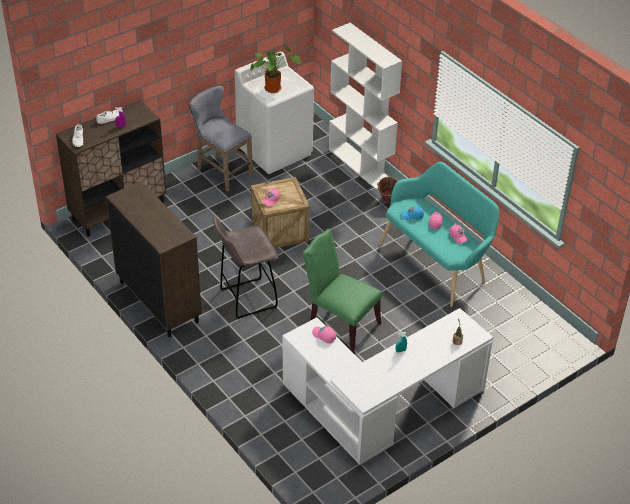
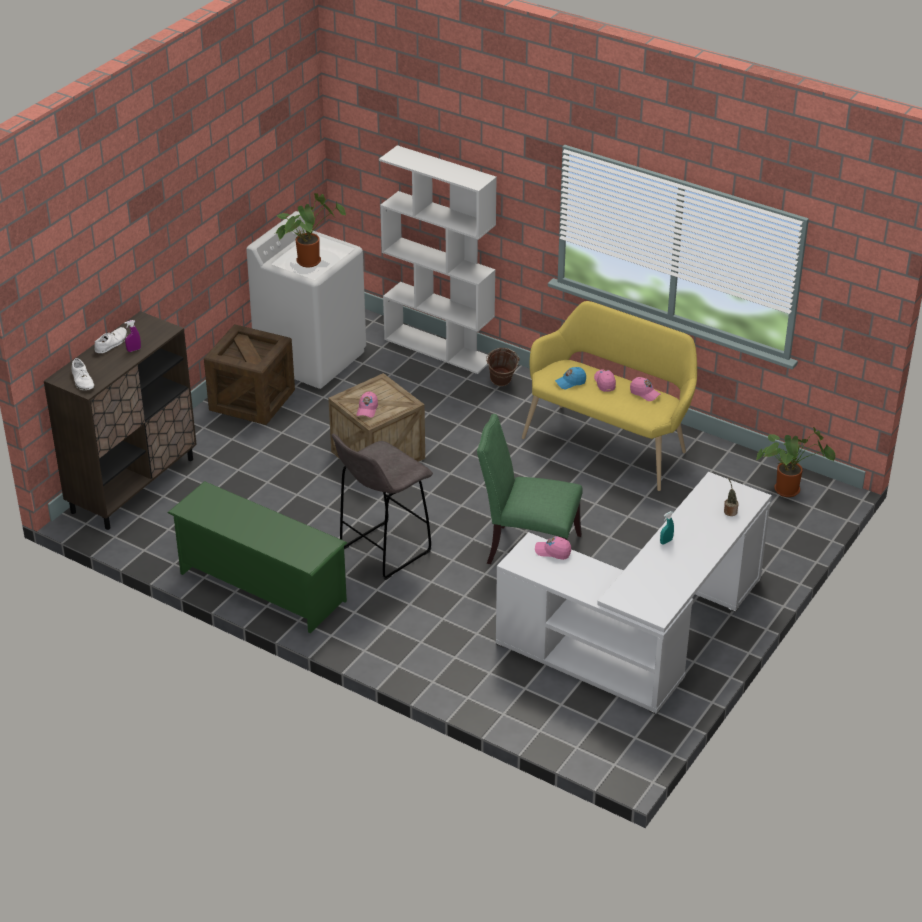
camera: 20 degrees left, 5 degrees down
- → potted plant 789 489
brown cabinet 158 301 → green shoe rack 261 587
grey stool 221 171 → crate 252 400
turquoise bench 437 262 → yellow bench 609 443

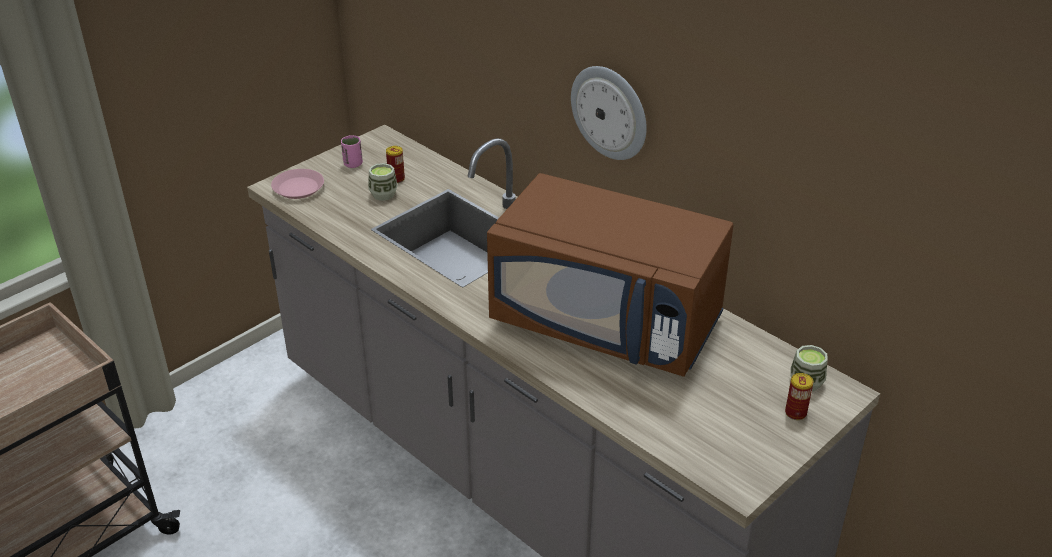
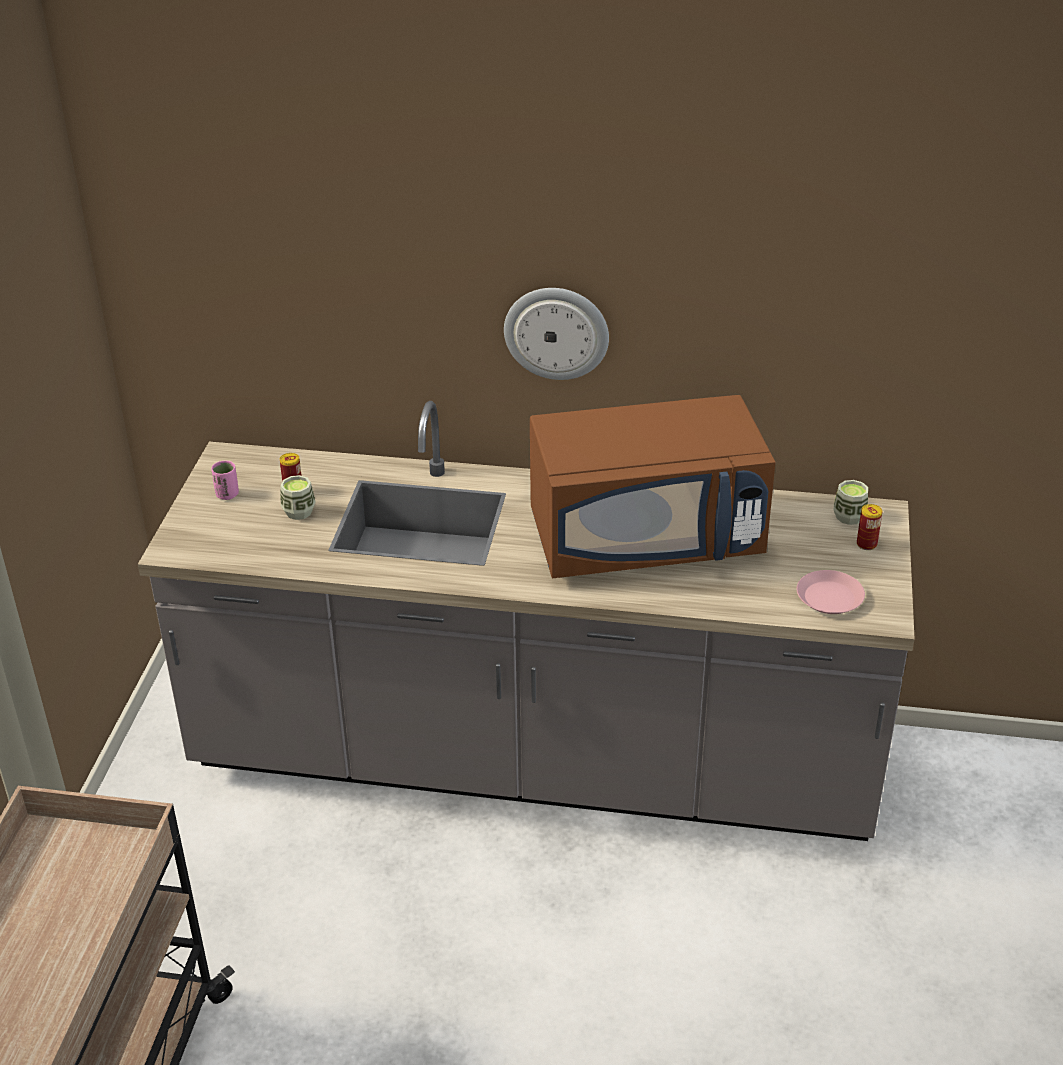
camera: 35 degrees left, 0 degrees up
pink plate 298 188 → pink plate 829 597, shifted

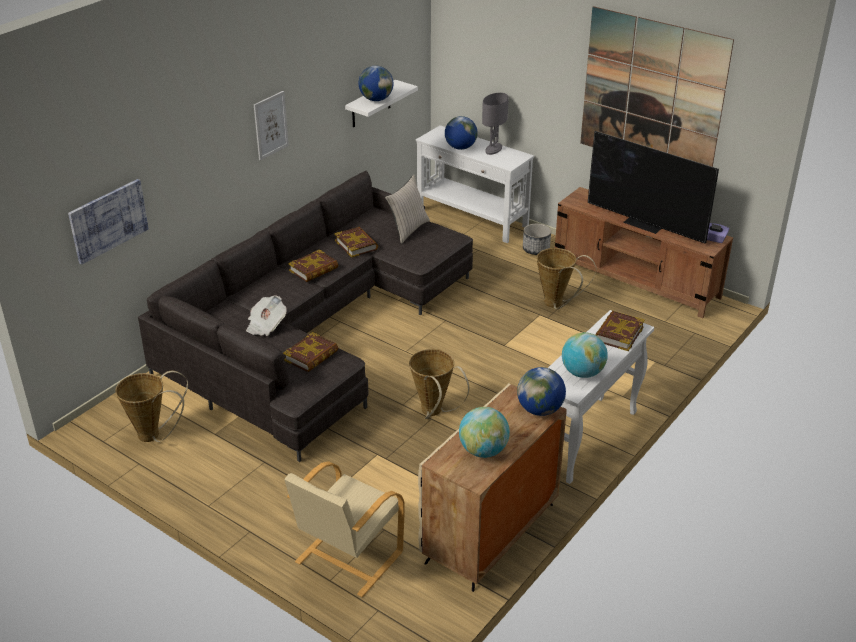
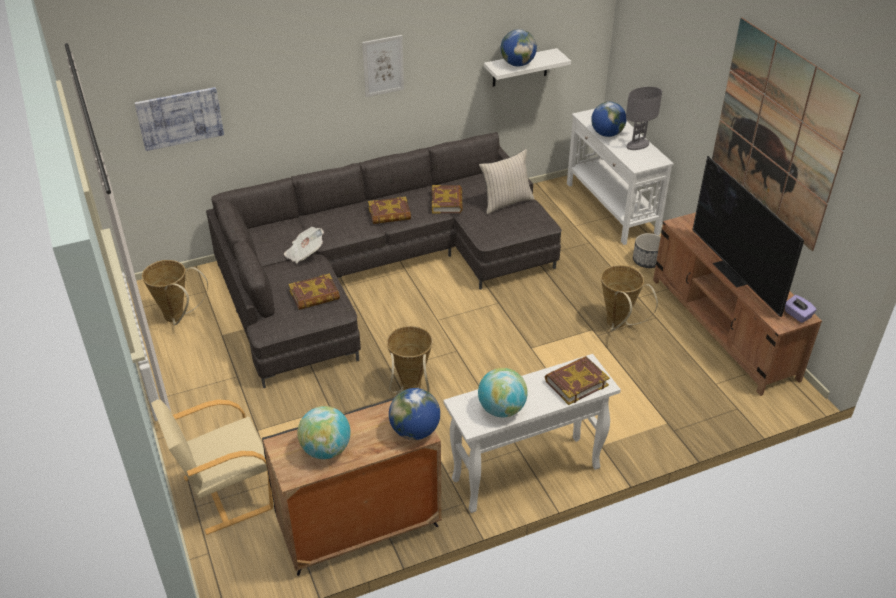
camera: 30 degrees right, 5 degrees up
beige cabinet 490 534 → black cabinet 358 528

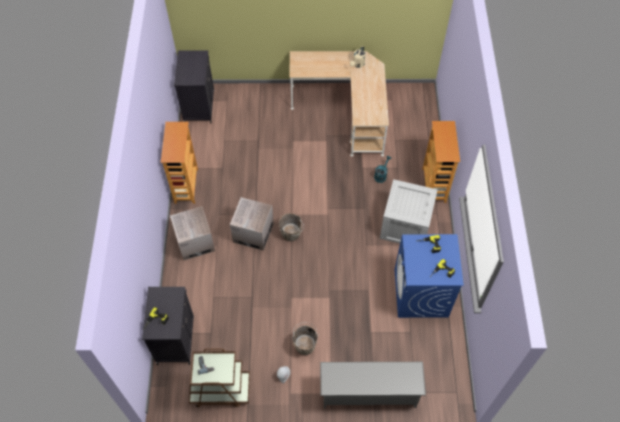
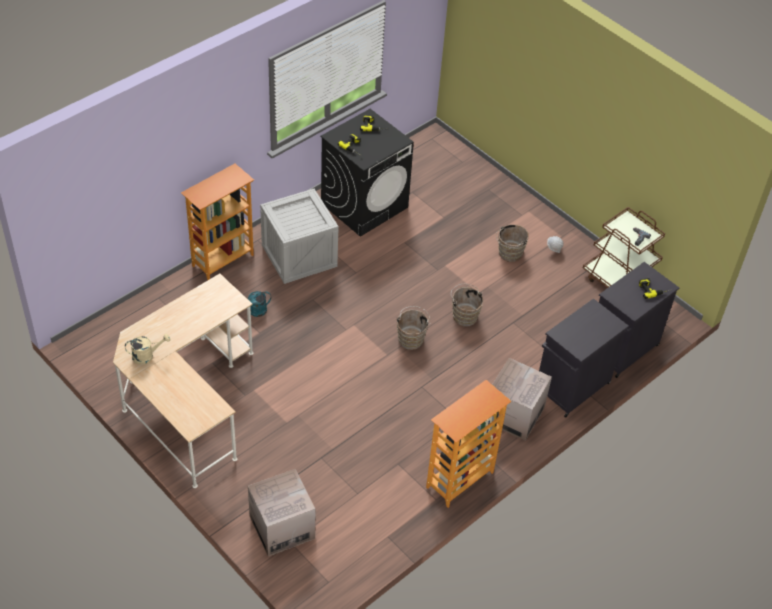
camera: 135 degrees left, 10 degrees down
grey shoe rack 369 392 → -
- → brown bucket 464 315
black cabinet 199 106 → black cabinet 571 388, shifted
cardboard box 253 233 → cardboard box 282 527, shifted
blue washing machine 421 293 → black washing machine 364 205

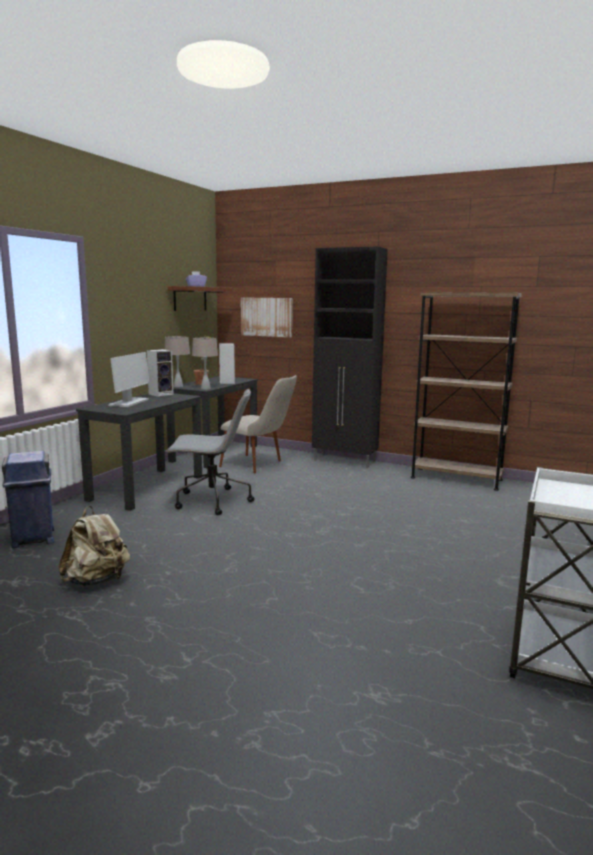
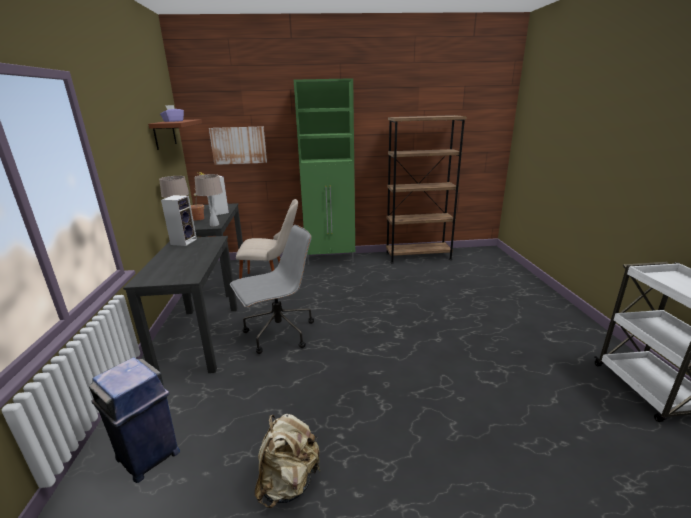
camera: 30 degrees left, 10 degrees up
monitor 129 402 → -
black cabinet 345 461 → green cabinet 331 259

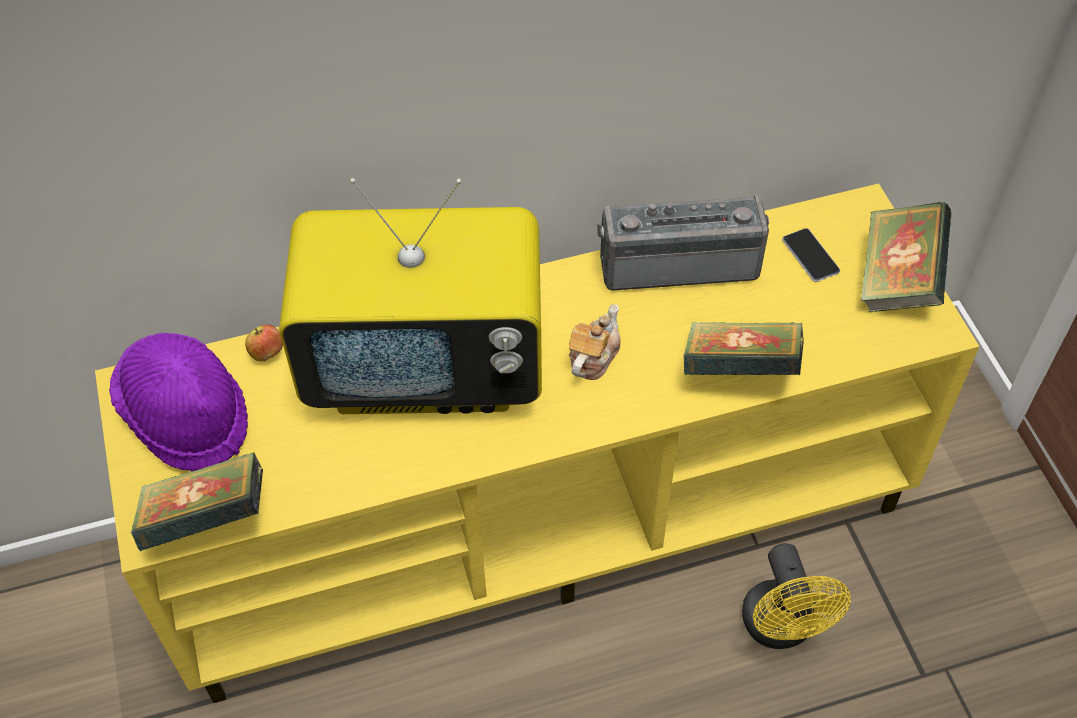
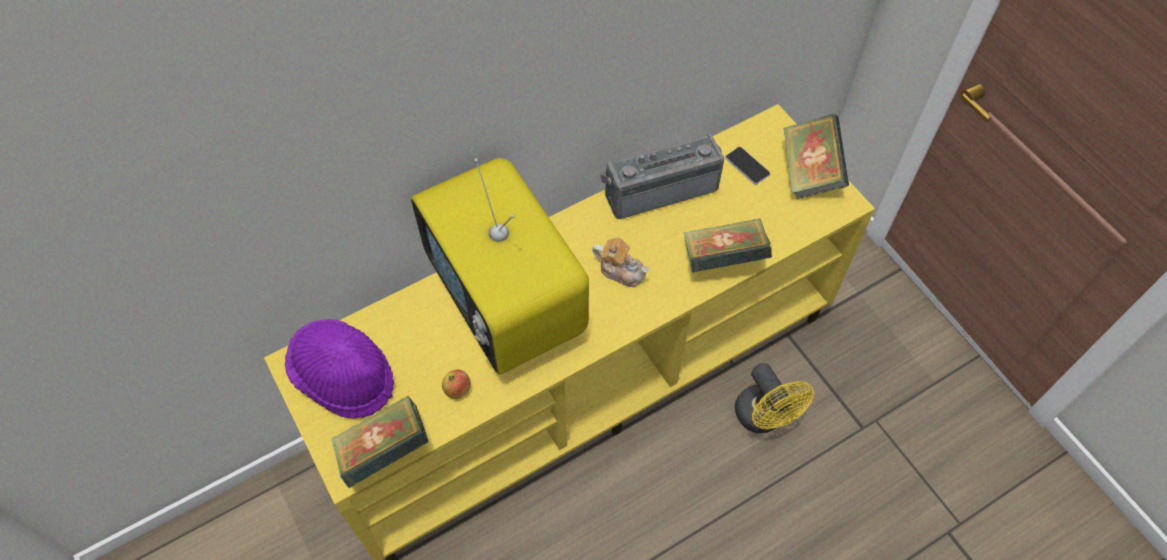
camera: 15 degrees left, 5 degrees up
apple 267 353 → apple 457 389, shifted
television 428 368 → television 508 303, 75 degrees clockwise
teapot 592 357 → teapot 621 270, 105 degrees clockwise

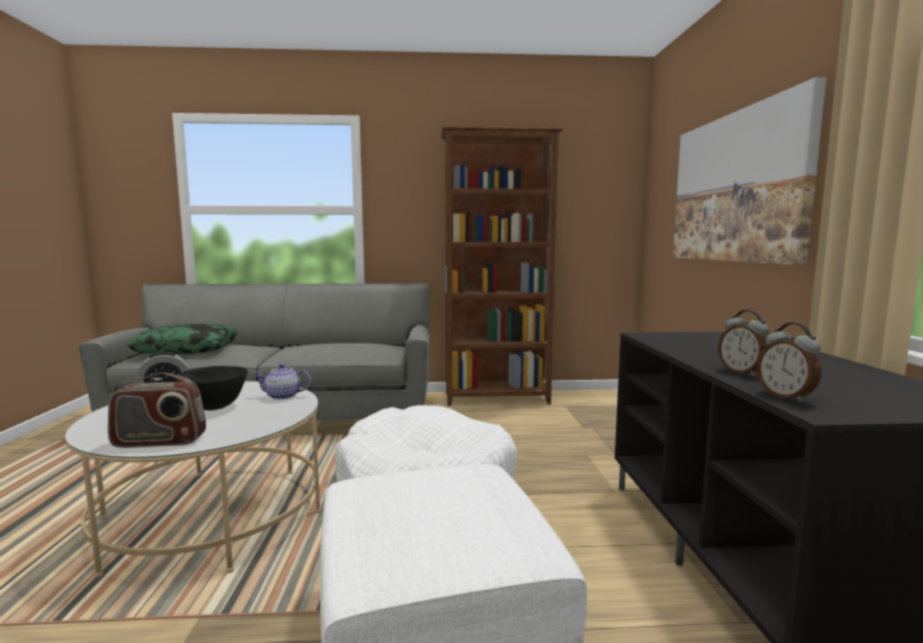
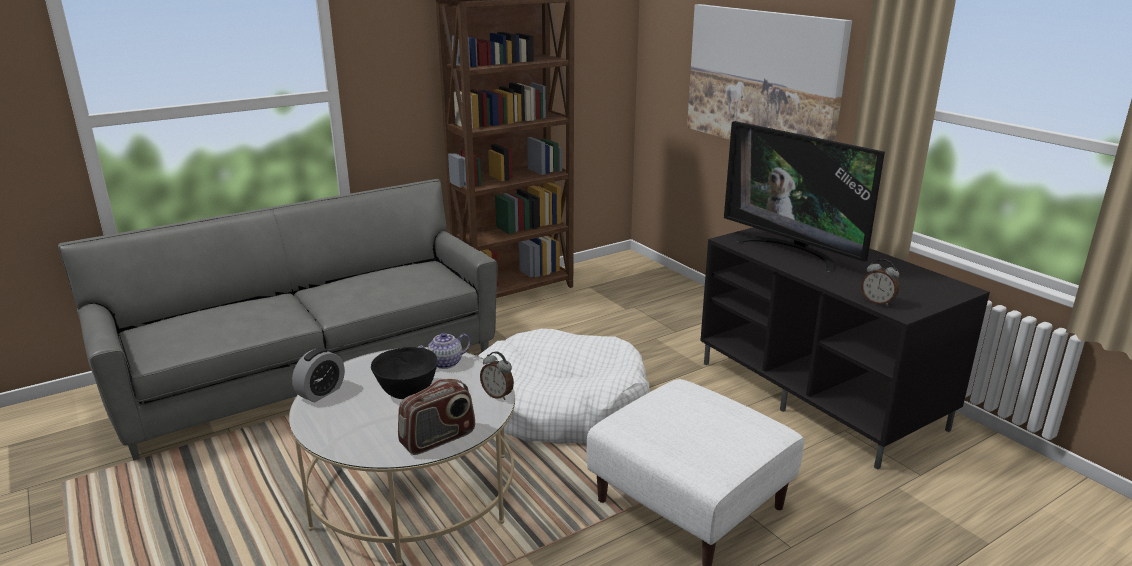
camera: 30 degrees left, 15 degrees up
pillow 187 349 → -
- → television 793 251
alarm clock 742 372 → alarm clock 498 395, shifted

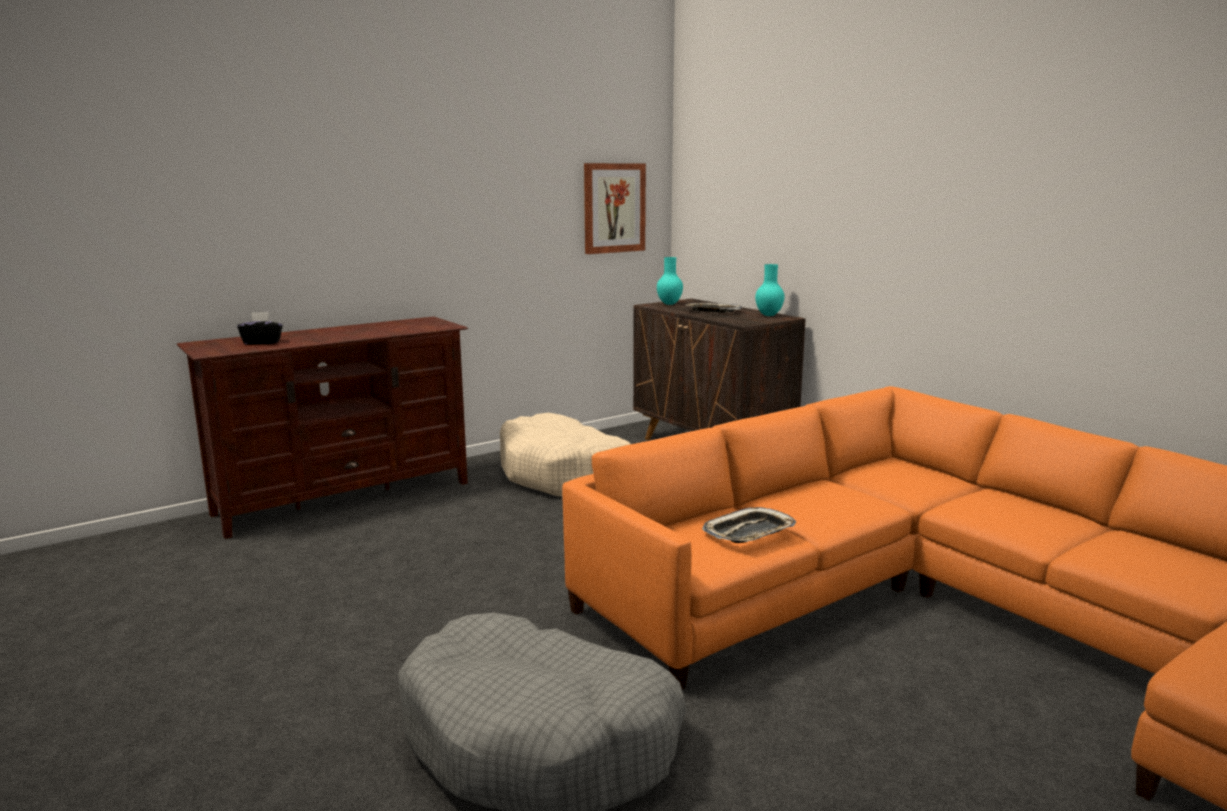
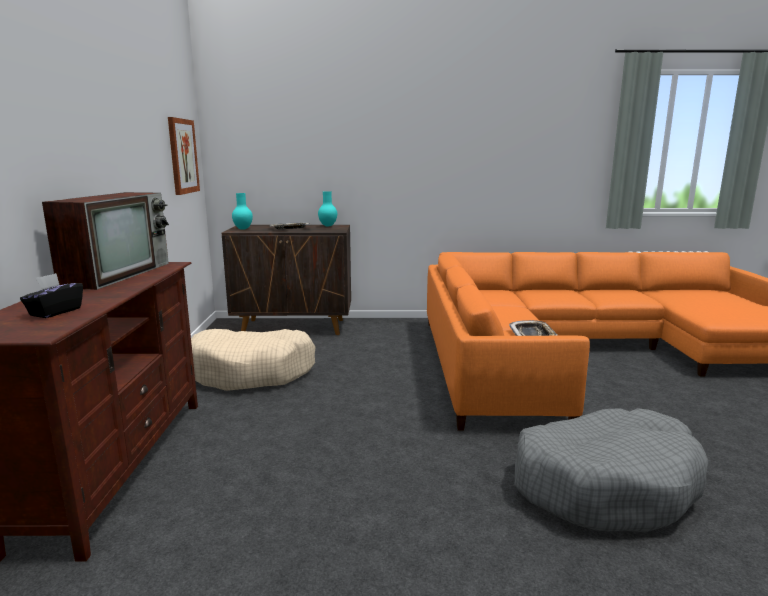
camera: 55 degrees left, 0 degrees up
- → television 118 274

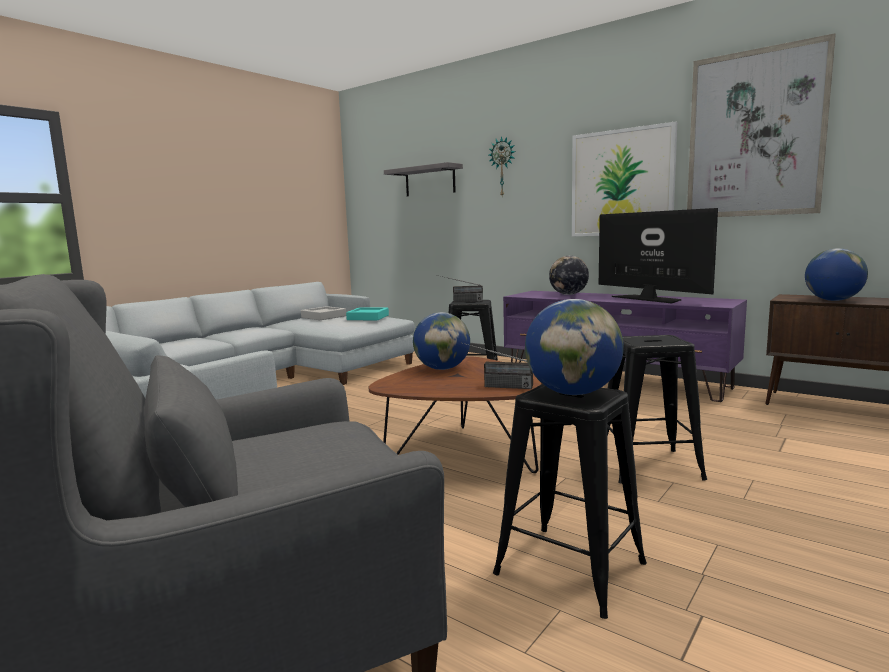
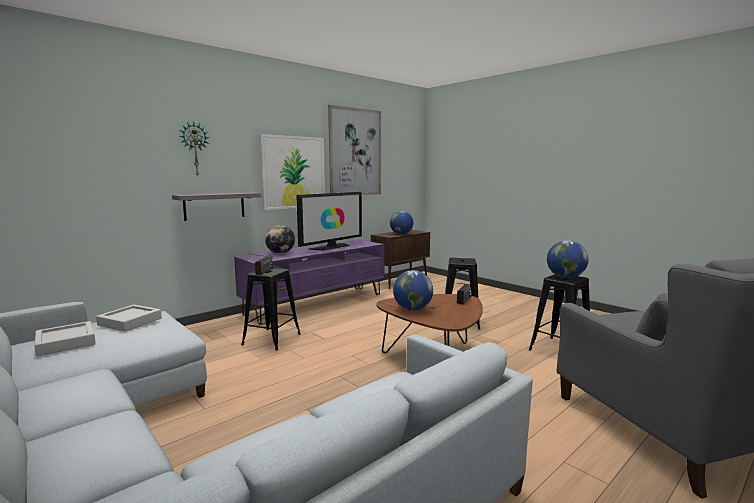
camera: 80 degrees left, 0 degrees up
grey shelf 430 181 → grey shelf 214 206, shifted
turquoise tray 368 317 → grey tray 130 322
television 648 298 → television 331 247, 150 degrees clockwise

